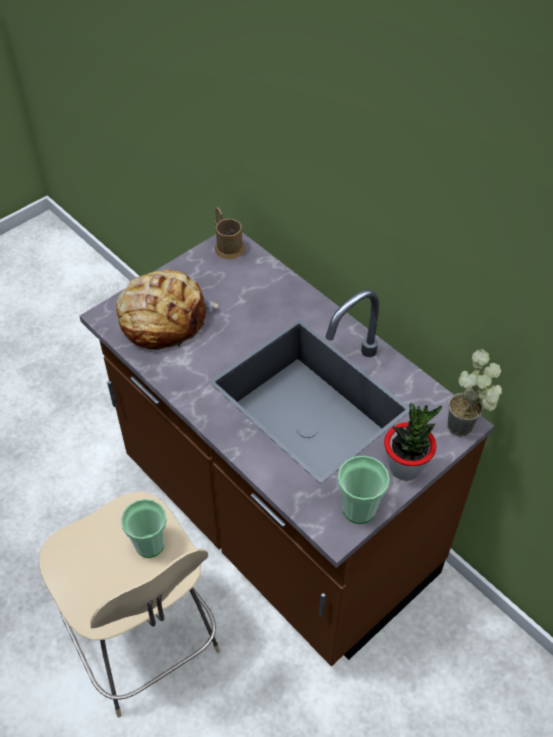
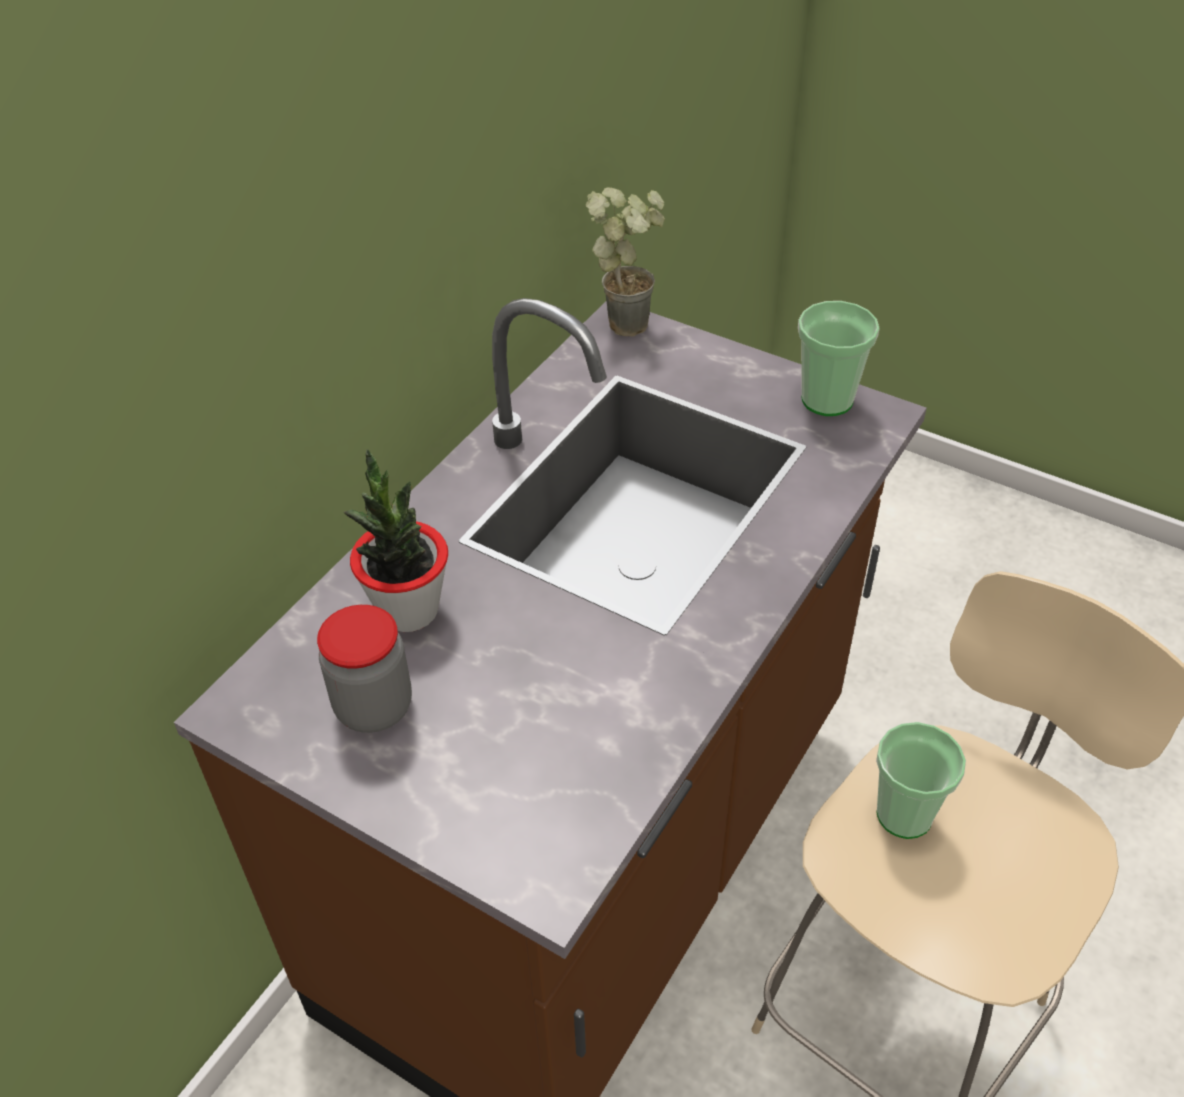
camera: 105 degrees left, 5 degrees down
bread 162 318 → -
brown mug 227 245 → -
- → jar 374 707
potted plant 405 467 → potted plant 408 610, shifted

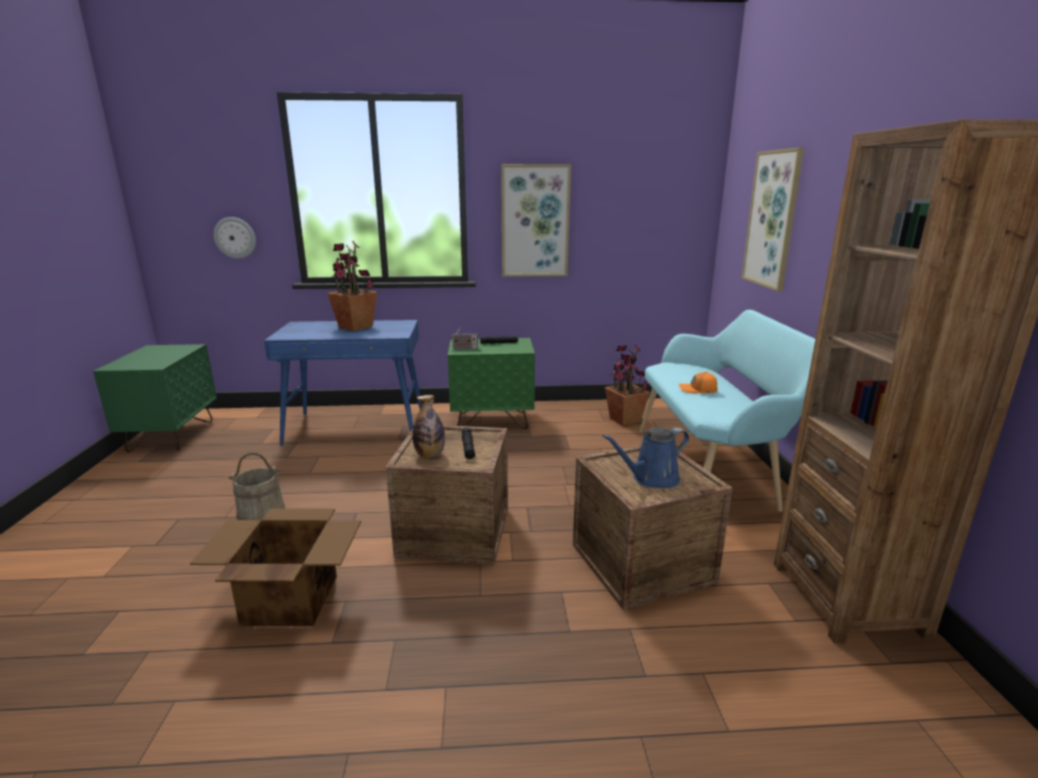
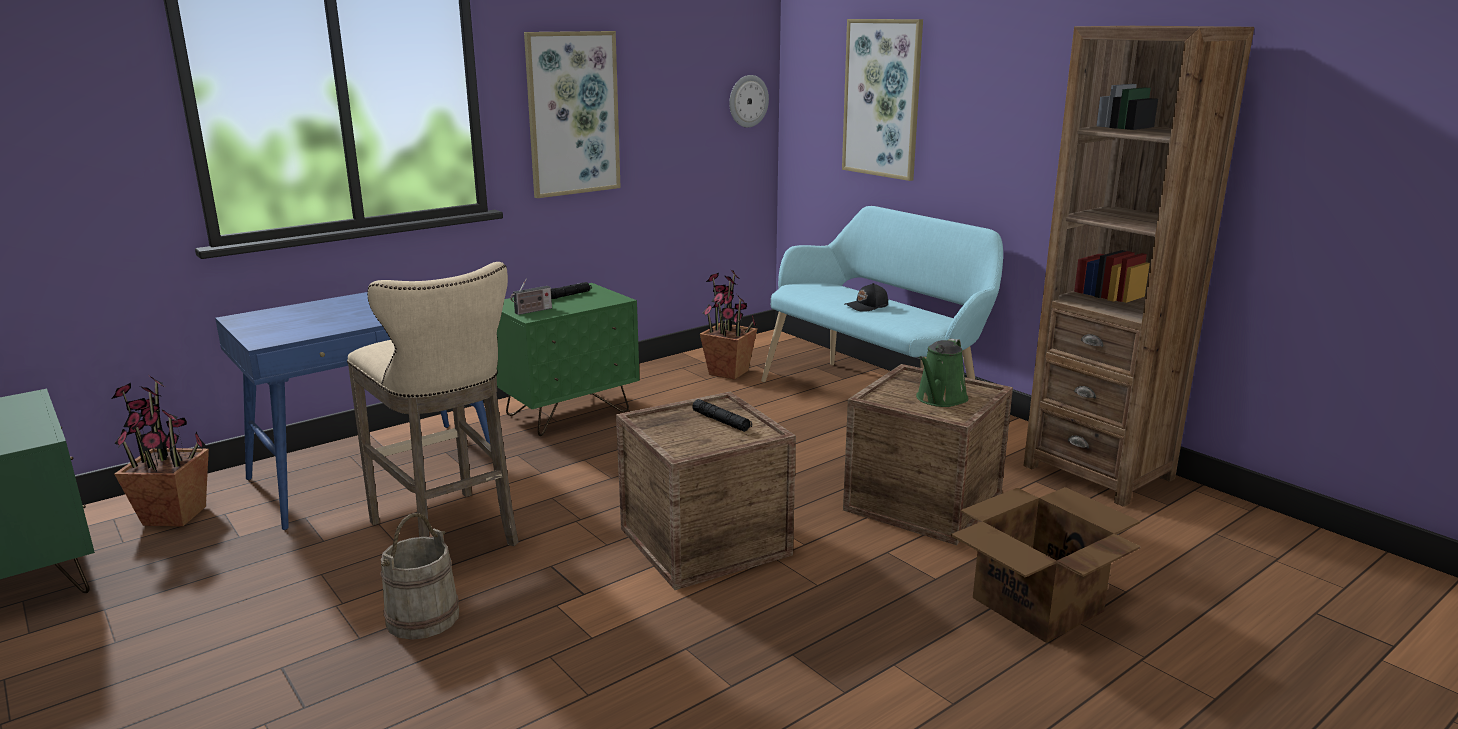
camera: 35 degrees left, 0 degrees up
bottle 429 454 → -
- → beige stool 449 535
cardboard box 289 599 → cardboard box 1035 605, shifted
wall clock 235 237 → wall clock 748 101, shifted
potted plant 355 327 → potted plant 174 516, shifted
blue watering can 651 479 → green watering can 940 399
orange cap 698 390 → black cap 867 306

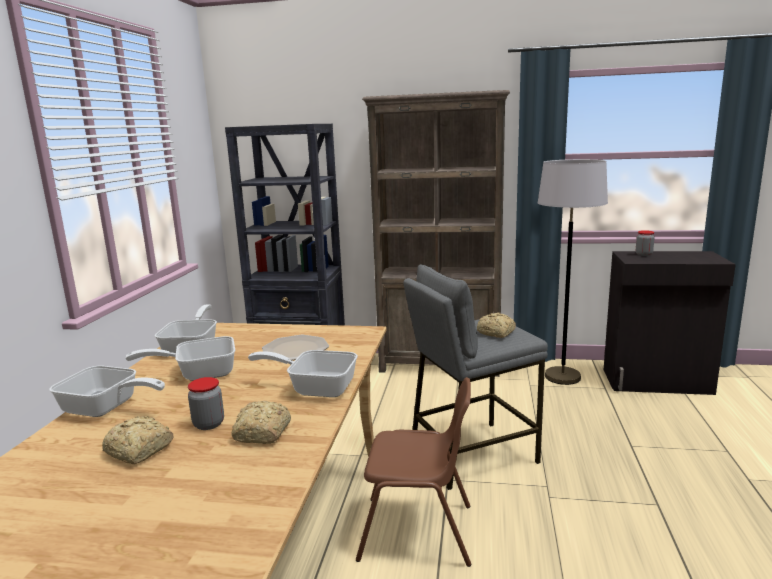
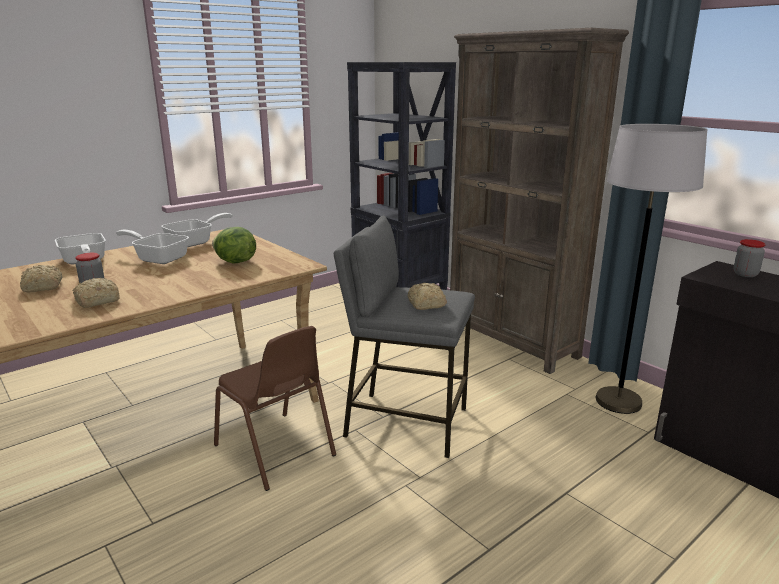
camera: 40 degrees right, 5 degrees up
frying pan 315 387 → -
plate 296 349 → lettuce 235 262

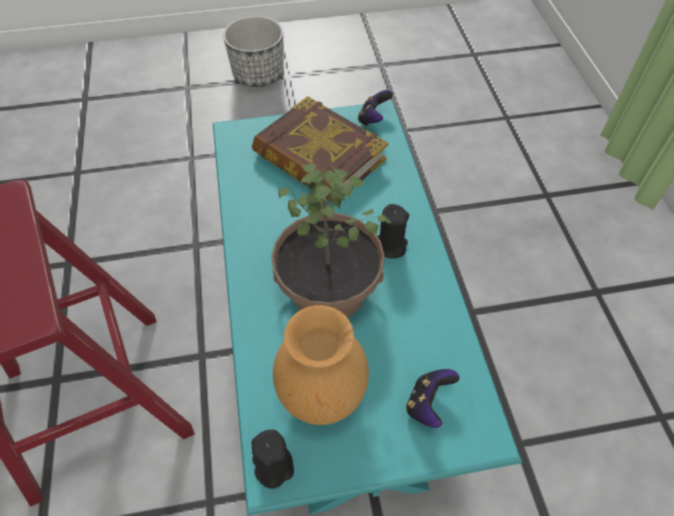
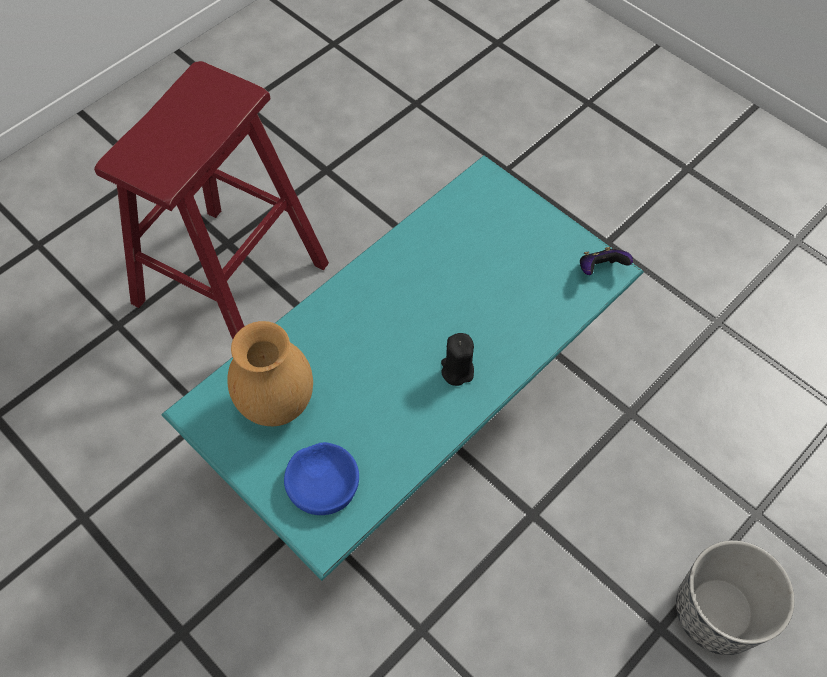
camera: 55 degrees right, 5 degrees up
black candle 273 466 → -
book 319 158 → -
potted plant 328 291 → -
planter 259 75 → planter 717 612, shifted
game controller 428 404 → blue bowl 323 483

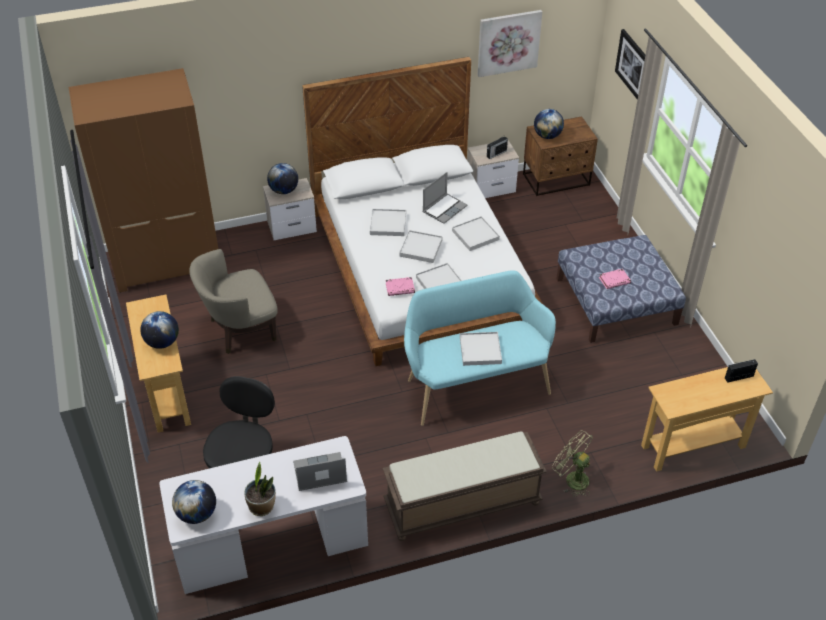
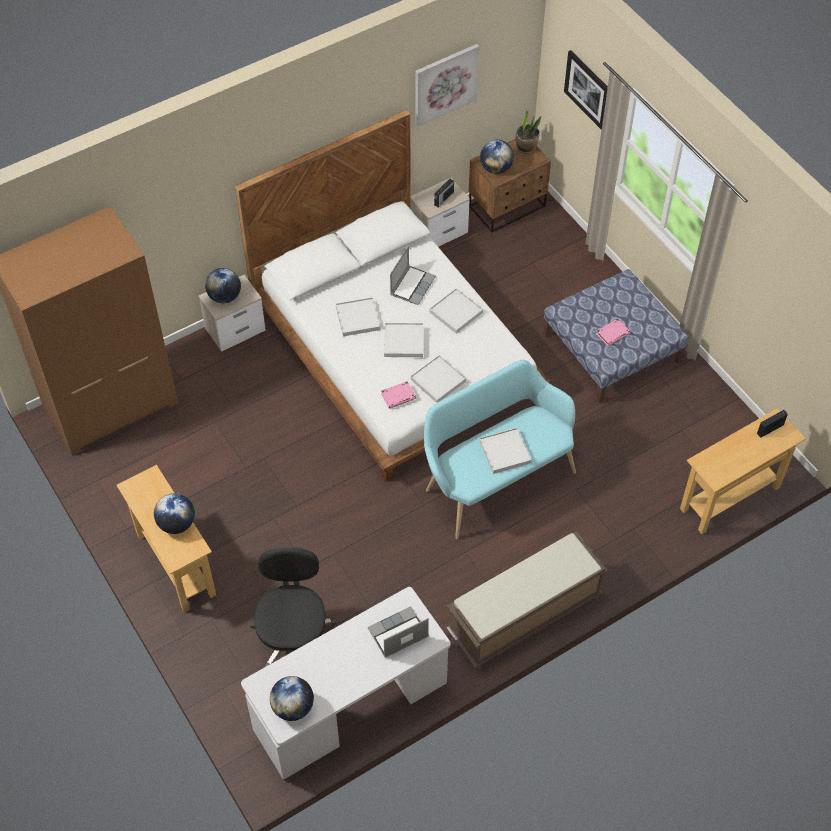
camera: 15 degrees left, 10 degrees up
beige armchair 240 330 → -
green fan 572 478 → -
potted plant 262 506 → potted plant 526 147, shifted

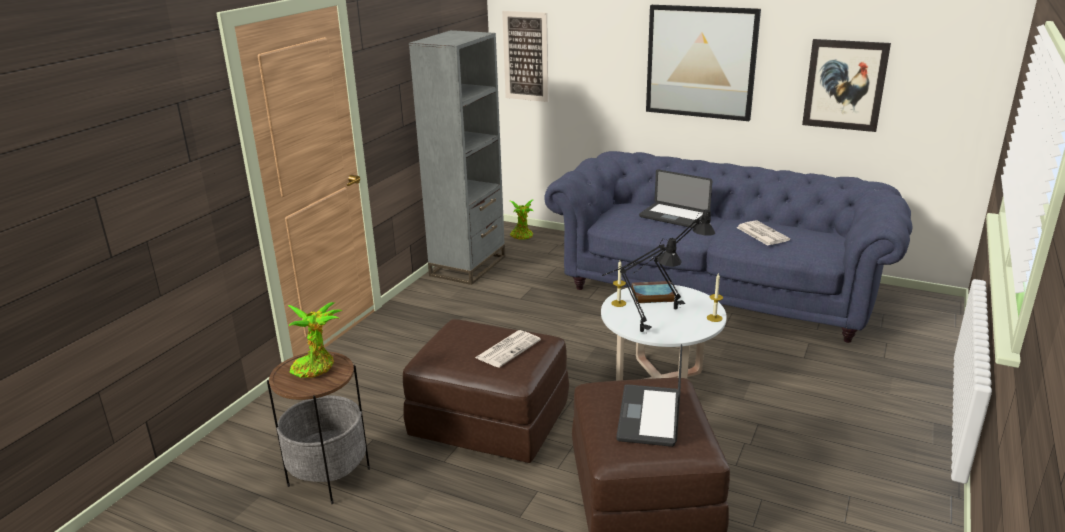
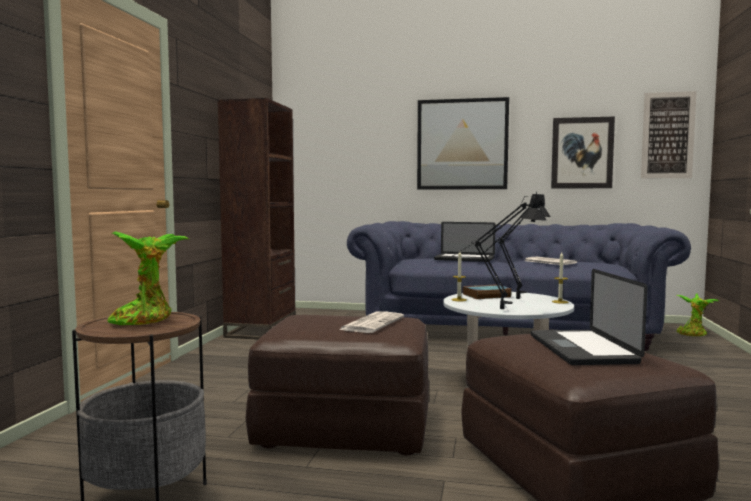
camera: 15 degrees left, 20 degrees down
picture 526 56 → picture 668 135, shifted
potted plant 522 236 → potted plant 693 334, shifted
grey bookcase 468 266 → brown bookcase 261 330

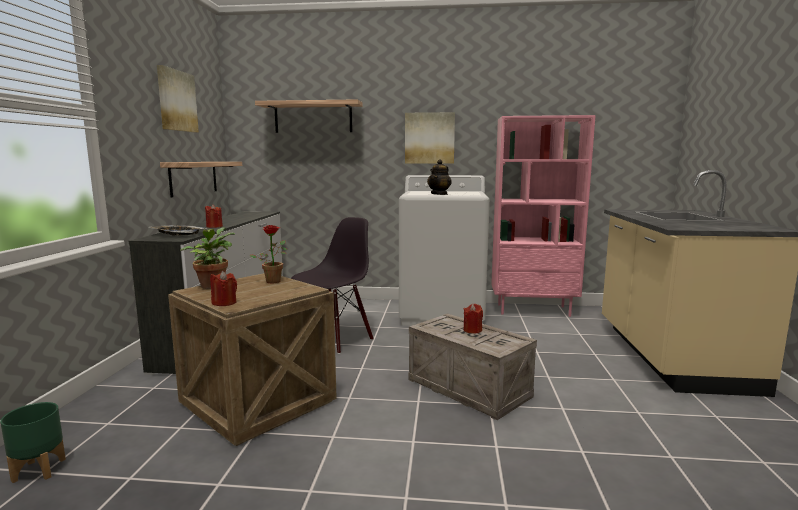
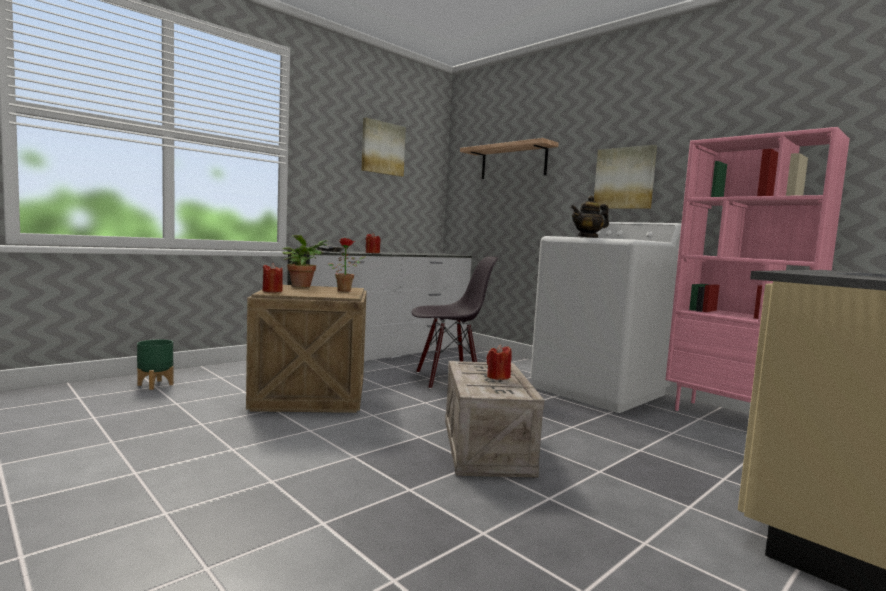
camera: 40 degrees right, 5 degrees down
shelf 193 178 → -

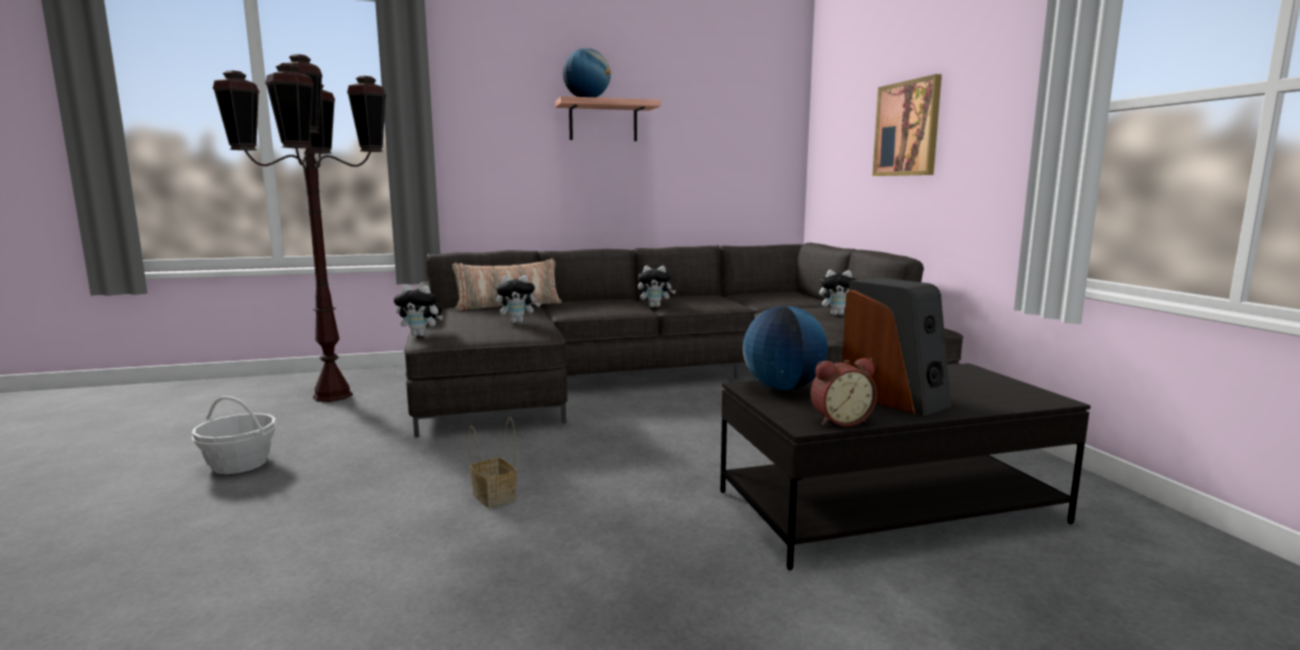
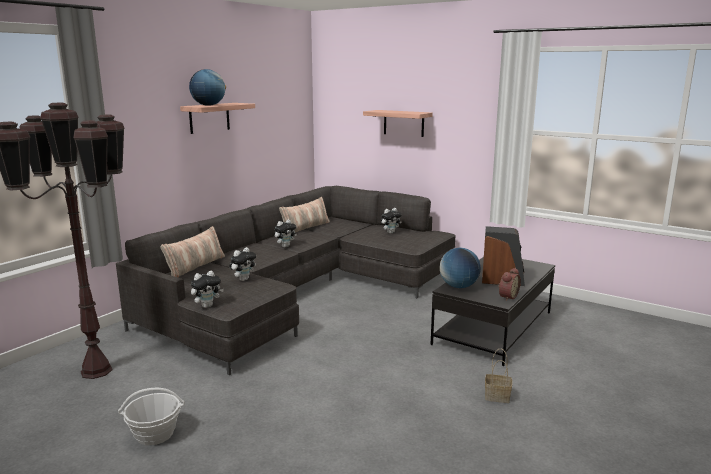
camera: 40 degrees left, 5 degrees up
- → pillow 305 228
basket 495 497 → basket 498 396, shifted
picture 907 129 → shelf 403 123

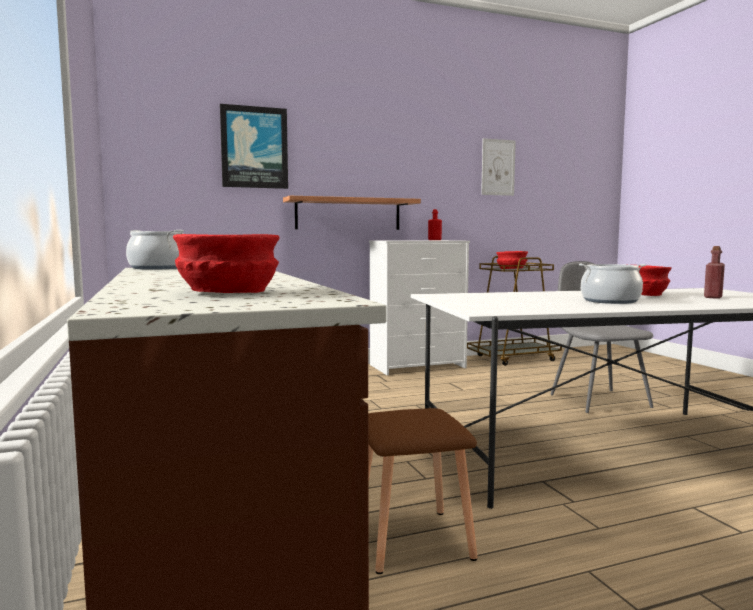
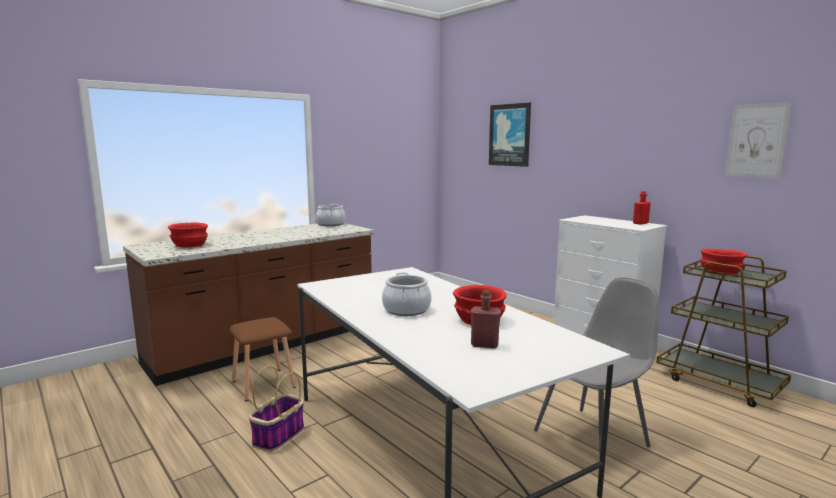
camera: 70 degrees right, 5 degrees up
shelf 348 214 → -
- → basket 278 436

